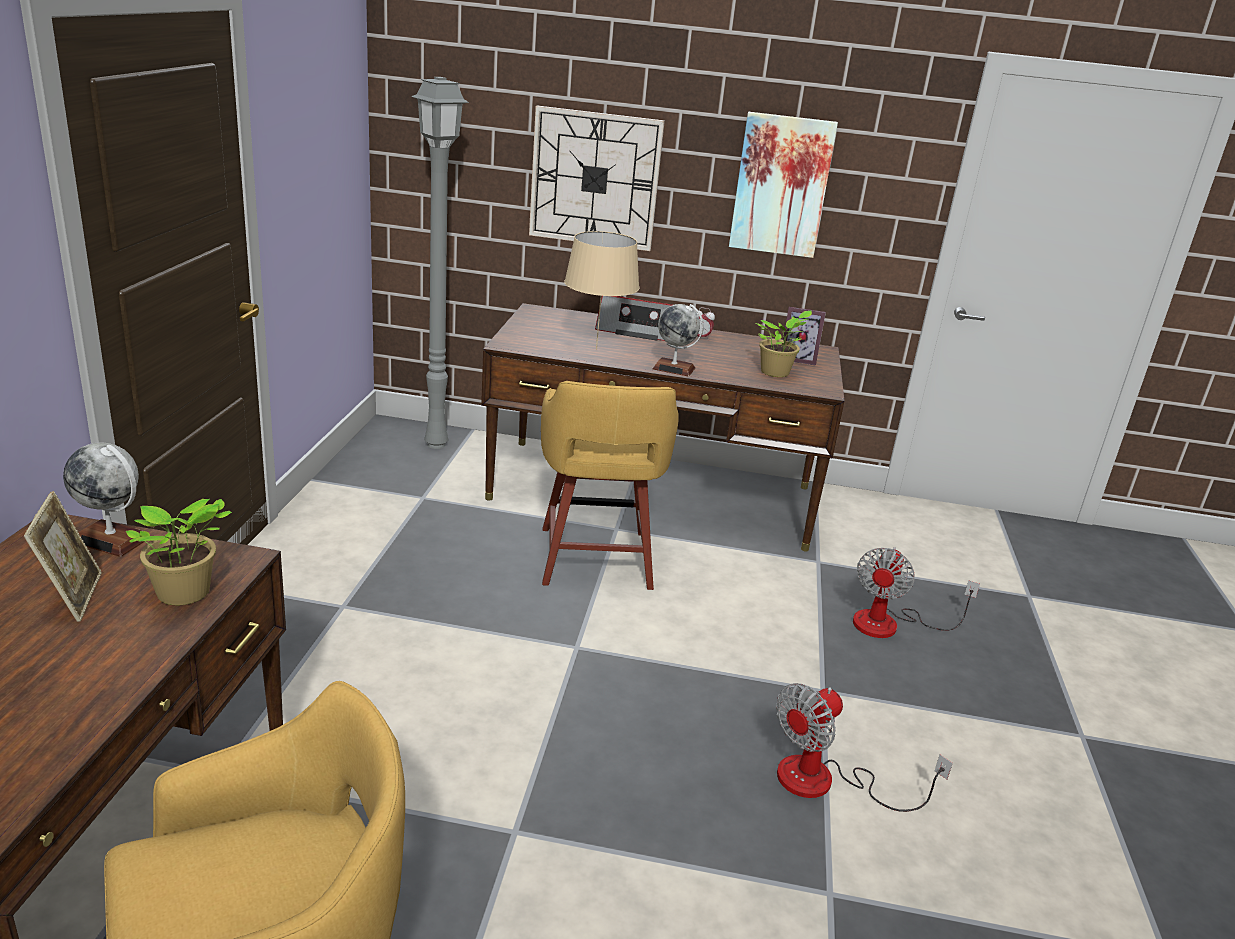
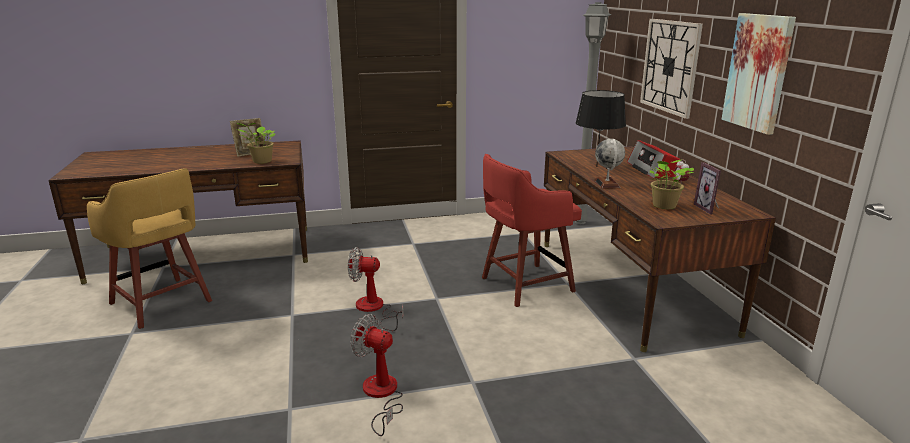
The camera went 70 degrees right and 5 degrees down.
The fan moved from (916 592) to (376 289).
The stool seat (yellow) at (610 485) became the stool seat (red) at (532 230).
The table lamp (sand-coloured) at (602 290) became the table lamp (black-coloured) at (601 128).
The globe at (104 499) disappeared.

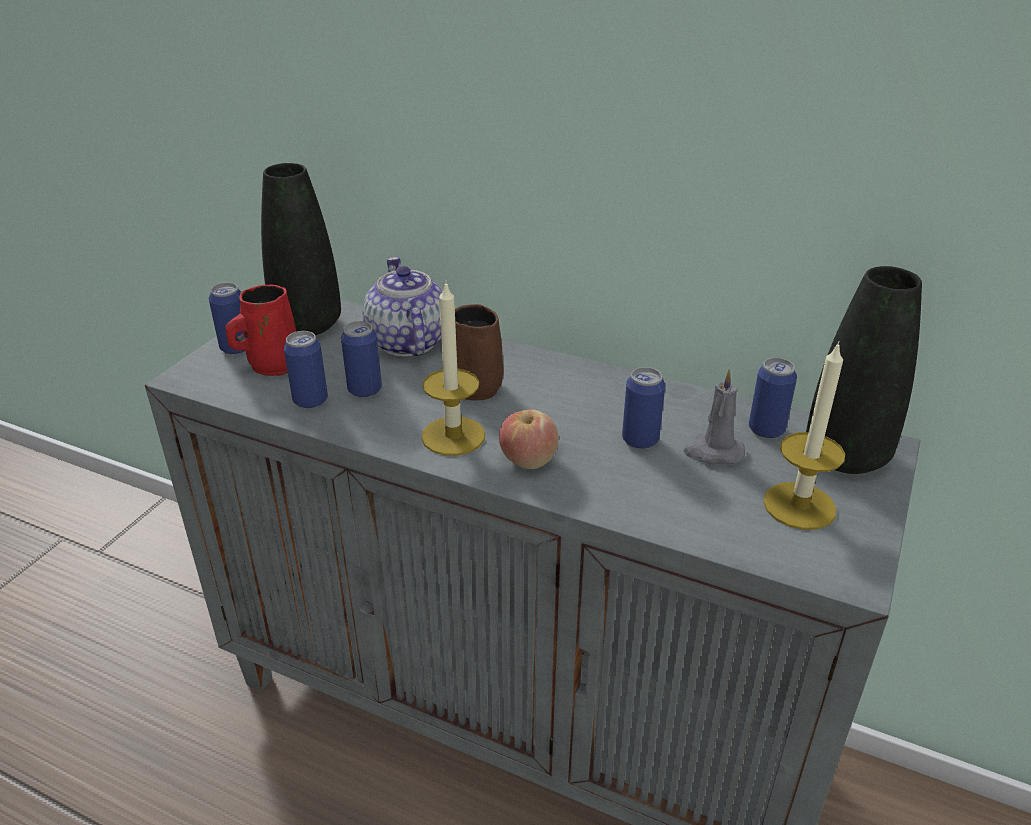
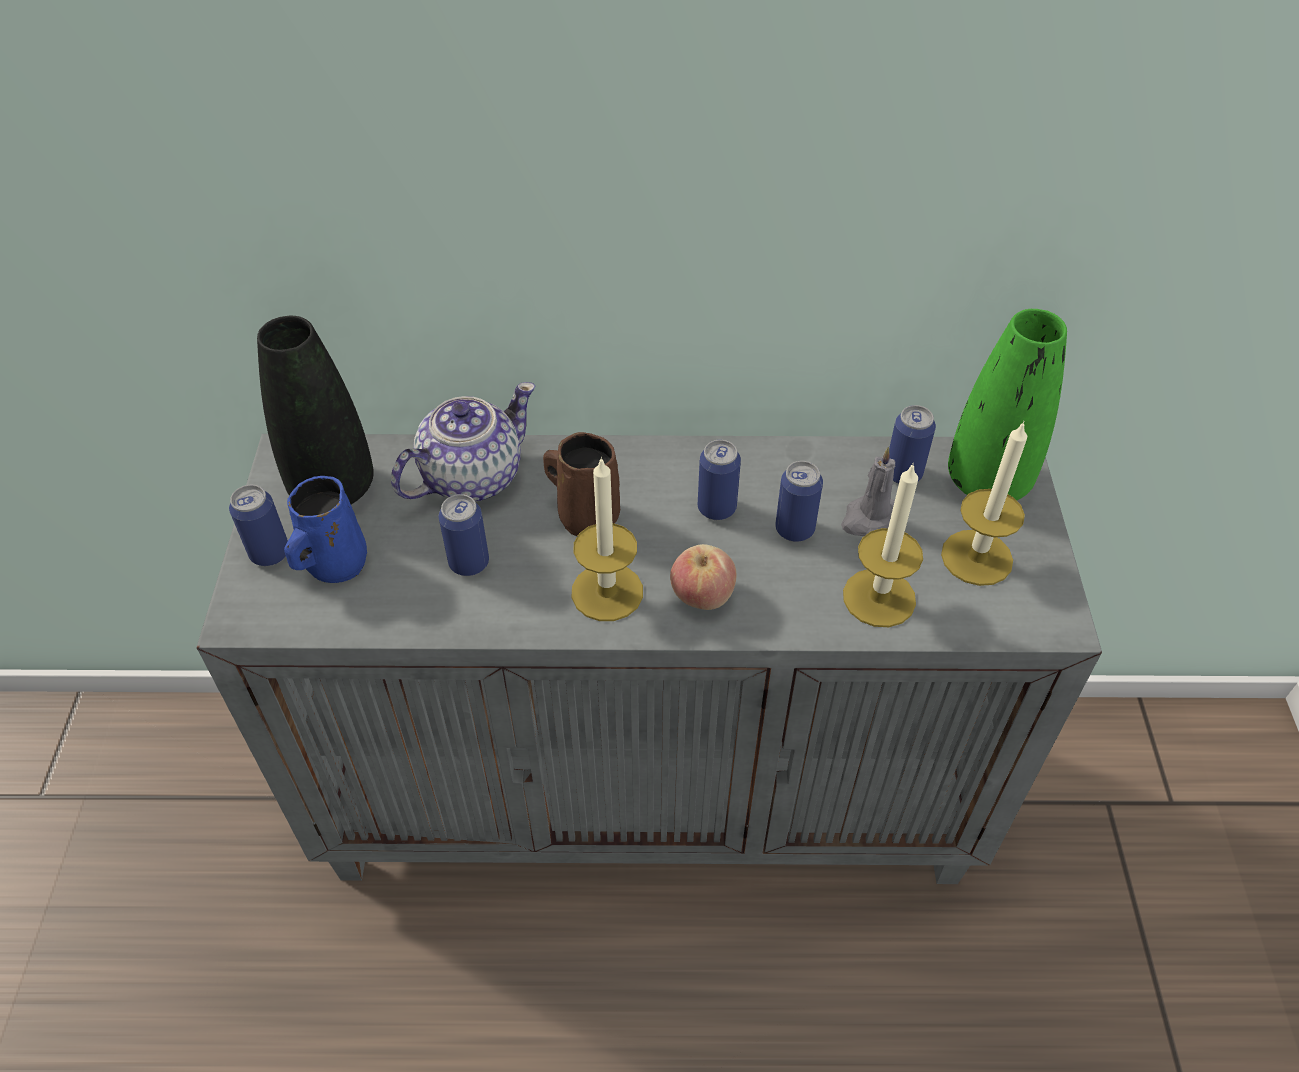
The camera went 25 degrees left and 15 degrees up.
The tea mug (red) at (260 330) became the tea mug (blue-coloured) at (325 529).
The teapot at (403 306) turned 90 degrees clockwise.
The can moved from (306 370) to (719 480).
The candle at (883 545) appeared.
The vase (black-coloured) at (864 370) became the vase (green-coloured) at (1007 404).

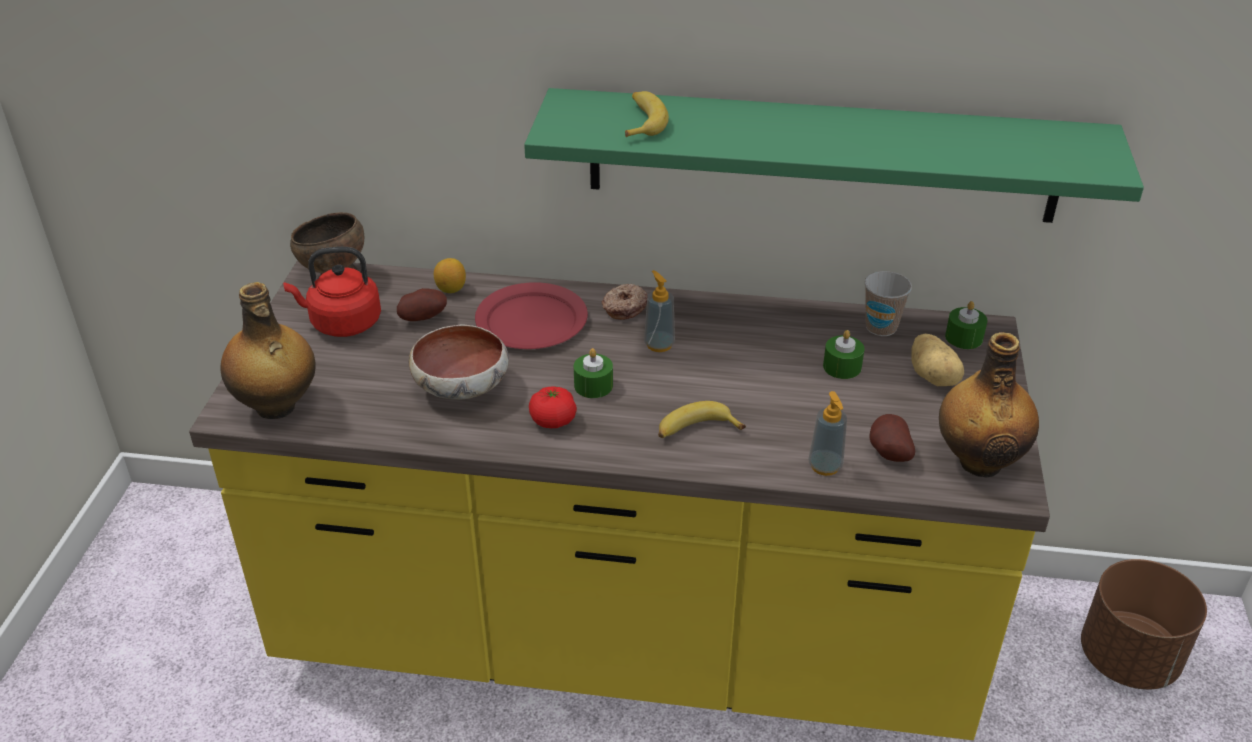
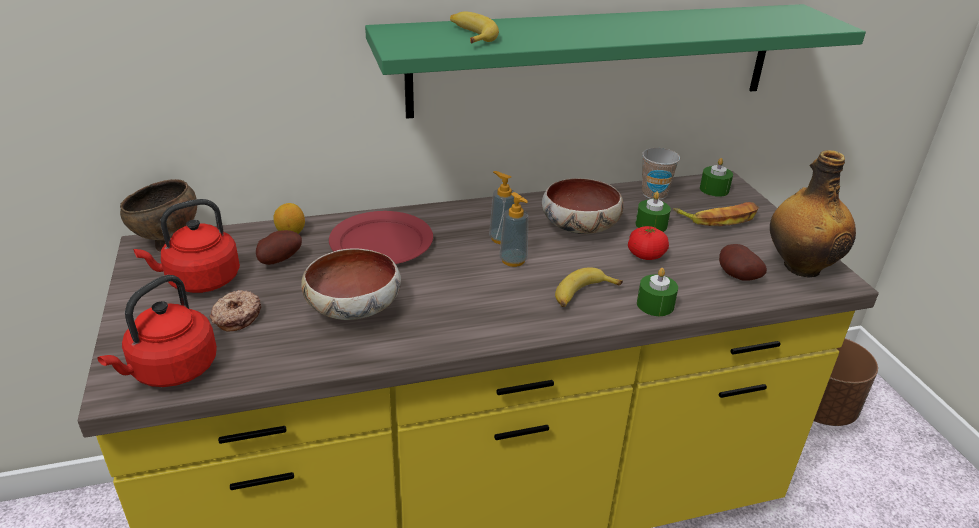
The camera went 25 degrees left and 5 degrees down.
The beverage bottle at (268 350) was replaced by the kettle (red) at (157 331).
The donut moved from (625 302) to (235 311).
The soap dispenser moved from (827 433) to (513 229).
The bowl at (582 206) appeared.
The fresh tomato moved from (553 407) to (648 243).
The candle (green-coloured) moved from (593 373) to (657 292).
The potato at (938 360) was replaced by the whole banana at (716 214).

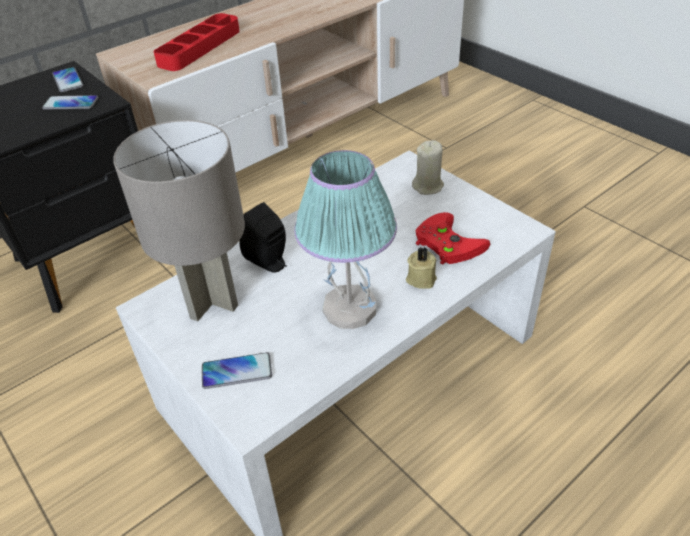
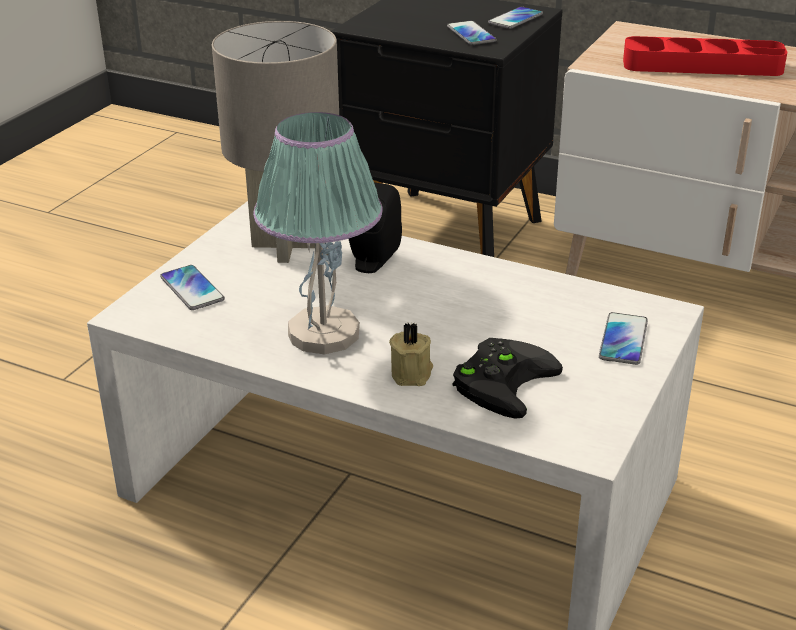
The camera went 65 degrees right and 10 degrees down.
The joypad (red) at (452 238) became the joypad (black-coloured) at (507 378).
The candle (sand-coloured) at (428 167) was replaced by the telephone at (623 338).

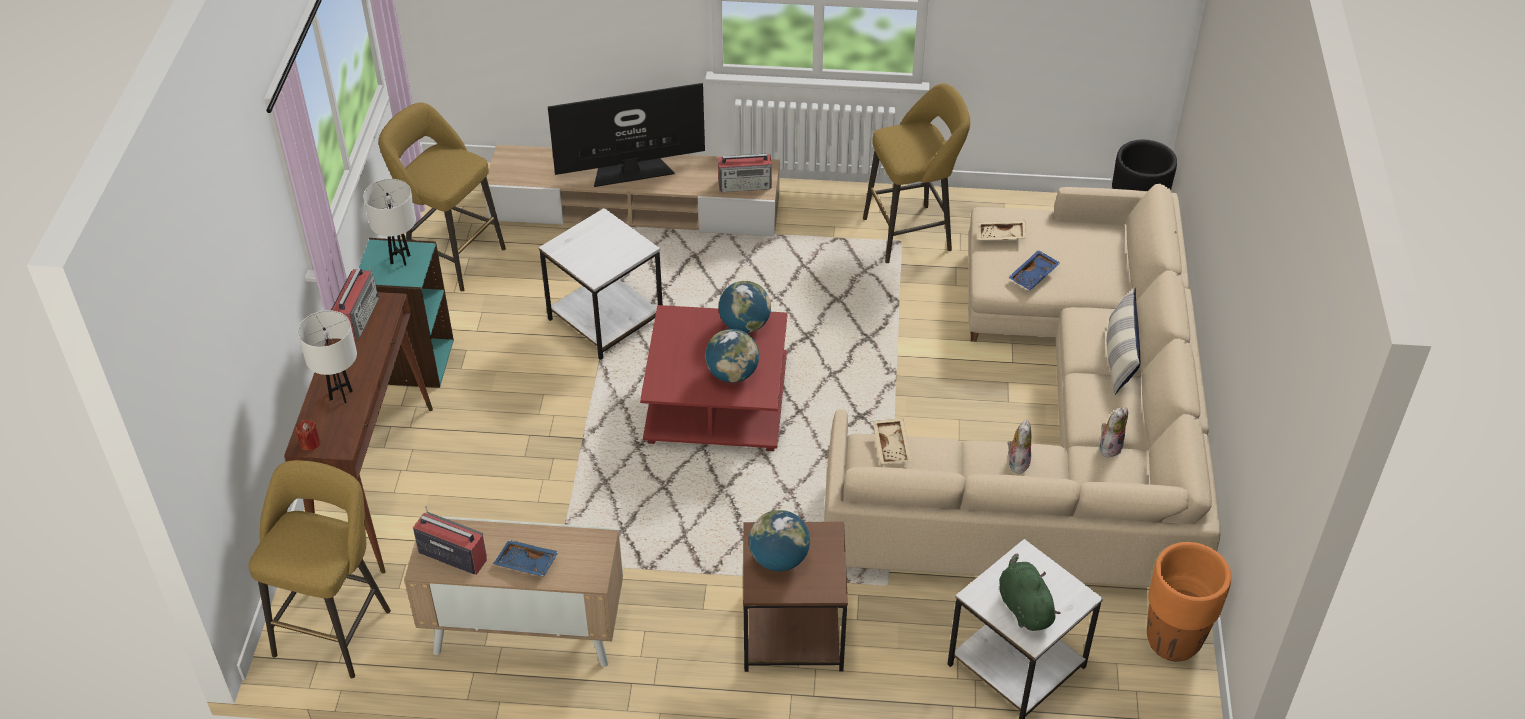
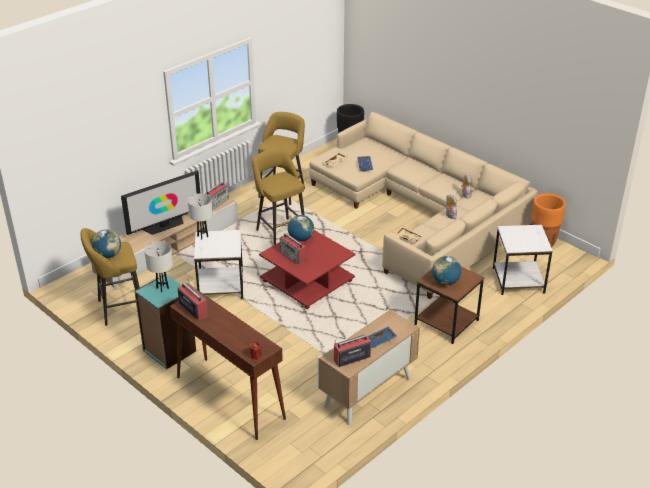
The camera went 50 degrees left and 10 degrees down.
The globe moved from (732 356) to (106 244).
The TV set at (626 135) turned 150 degrees counterclockwise.
The table lamp (white) moved from (327 356) to (200 216).
The stool seat (yellow) moved from (319 569) to (278 196).
The radio receiver at (293 249) appeared.
The cuddly toy (green-coloured) at (1030 592) disappeared.
The cushion at (1124 341) disappeared.

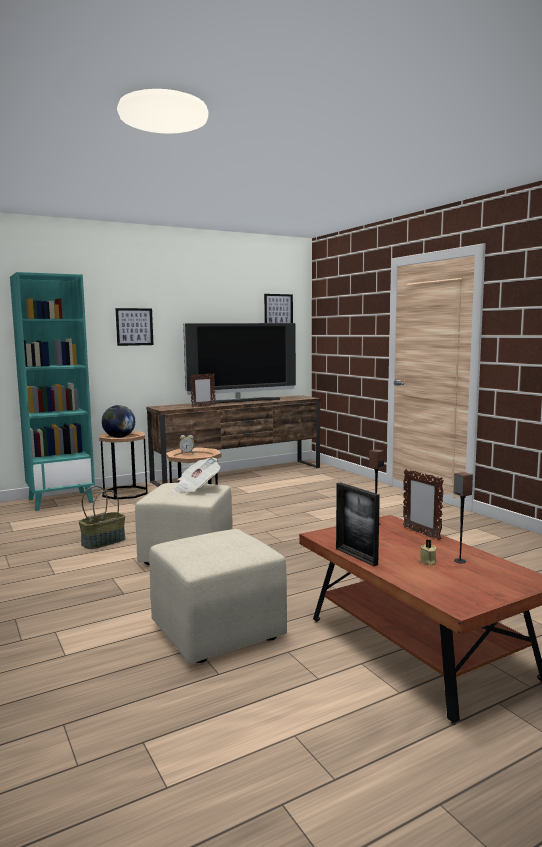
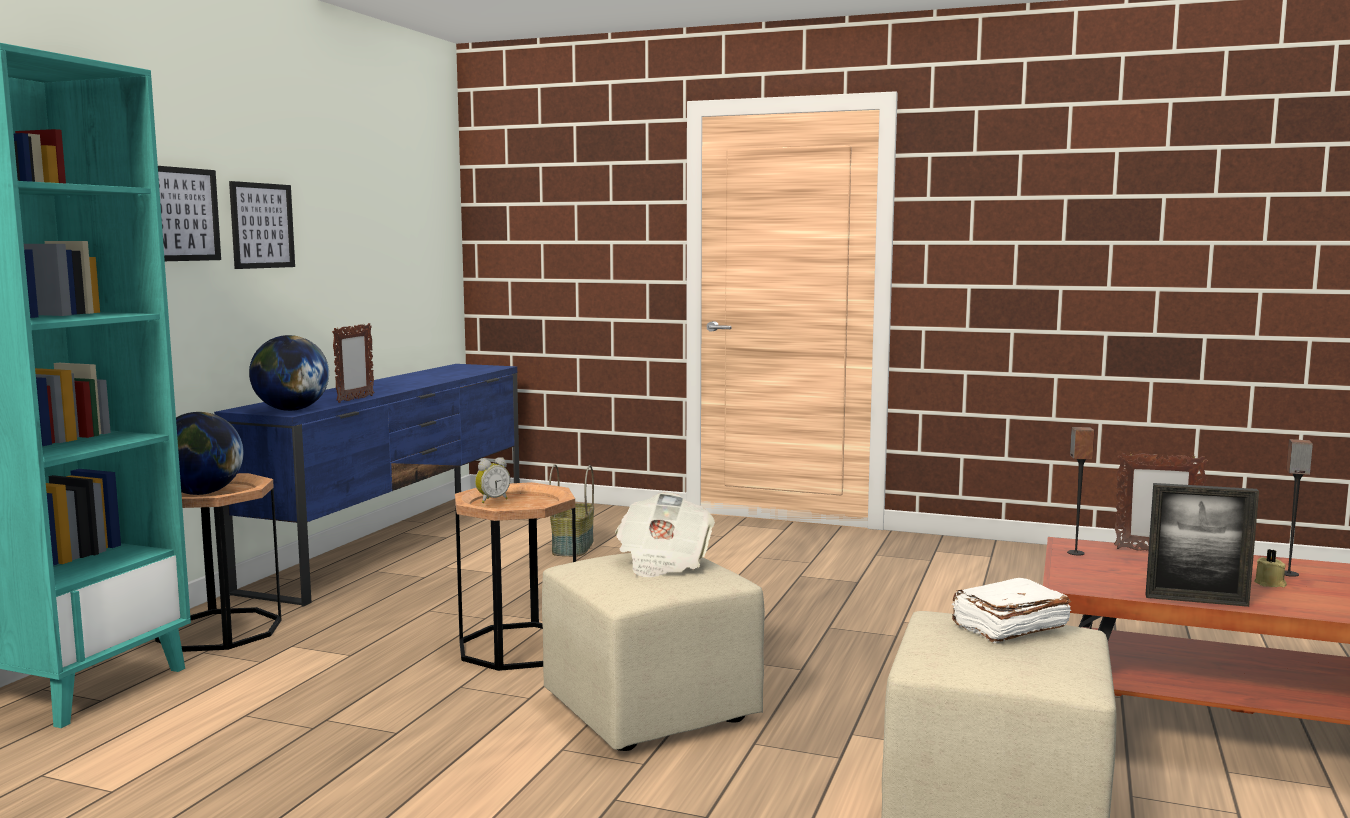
The camera went 40 degrees left and 0 degrees up.
The tv unit (brown) at (233 441) became the tv unit (blue-coloured) at (367 485).
The wall art moved from (278 308) to (262 225).
The globe at (289 373) appeared.
The storage basket moved from (102 517) to (571 510).
The volume (white) at (1011 610) appeared.
The TV set at (239 364) disappeared.

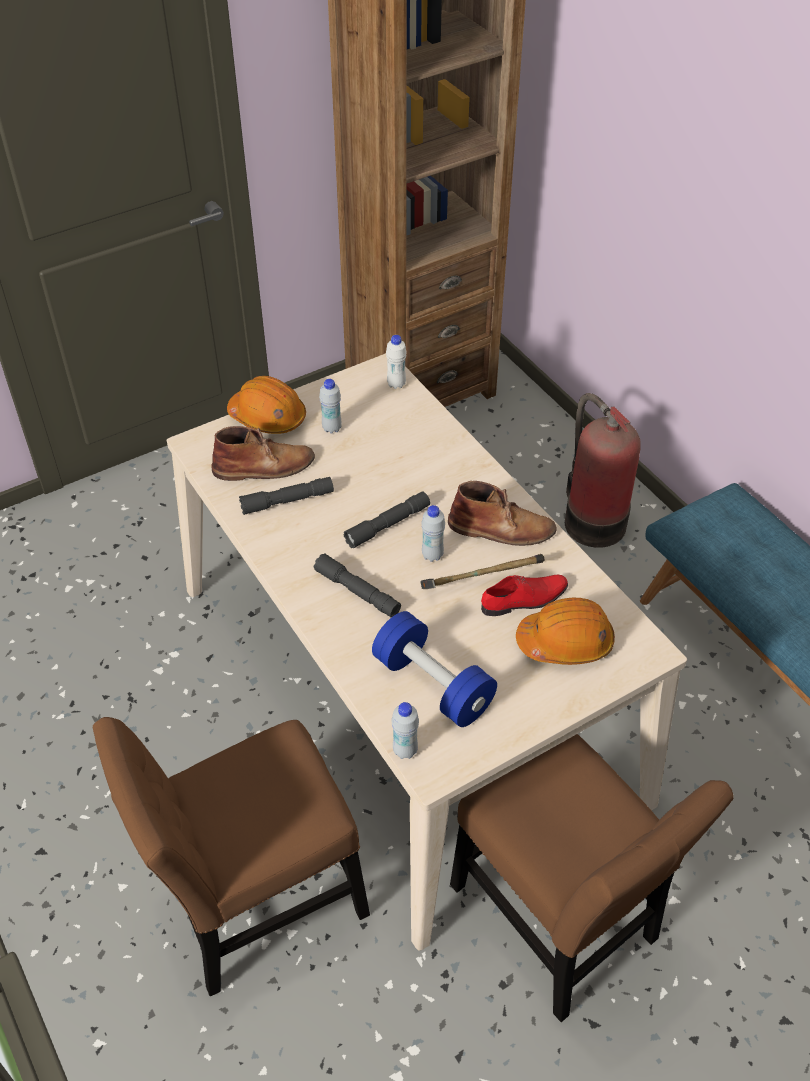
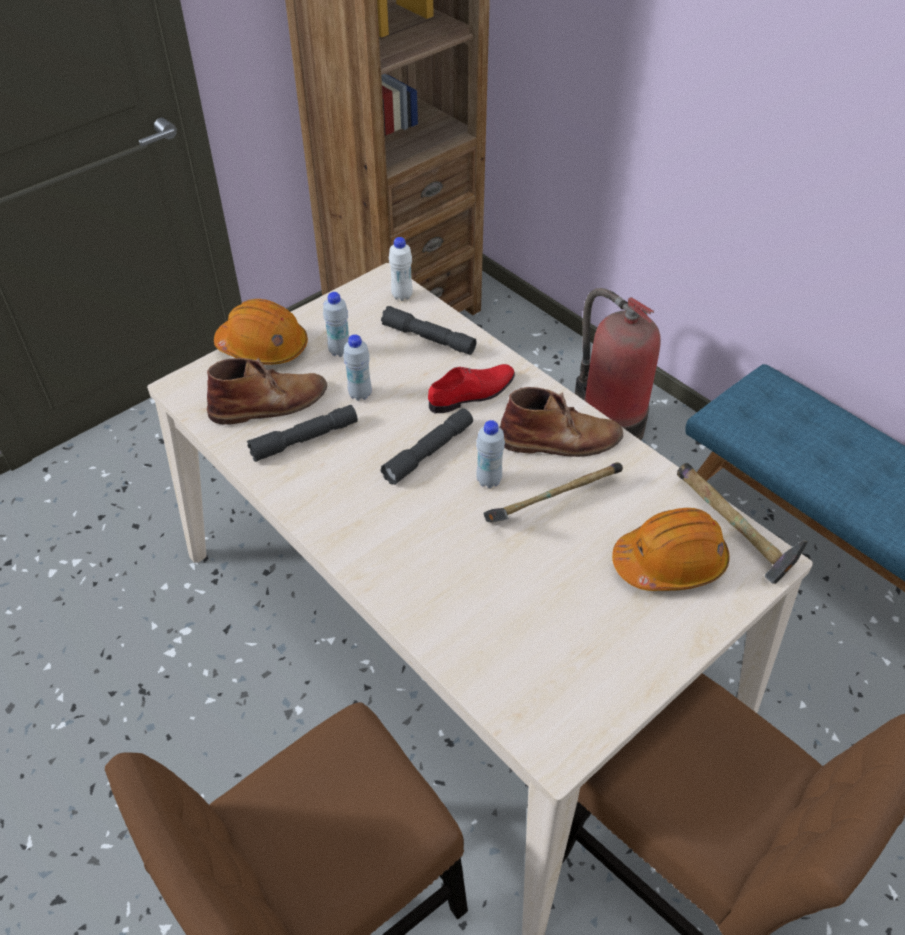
The camera went 10 degrees left and 0 degrees up.
The beverage bottle (white) moved from (405 730) to (357 367).
The flashlight (gray) moved from (357 585) to (428 330).
The item of footwear (red) moved from (524 595) to (471 388).
The hammer at (742 523) appeared.
The dumbbell (blue-coloured) at (434 669) disappeared.

